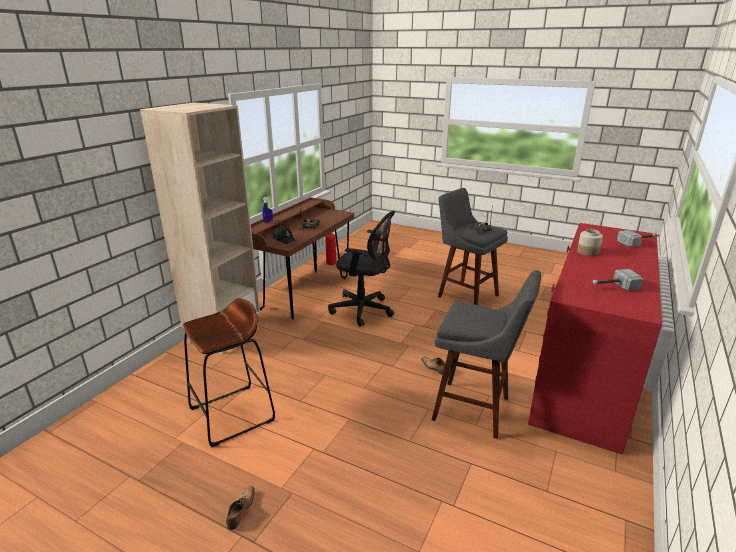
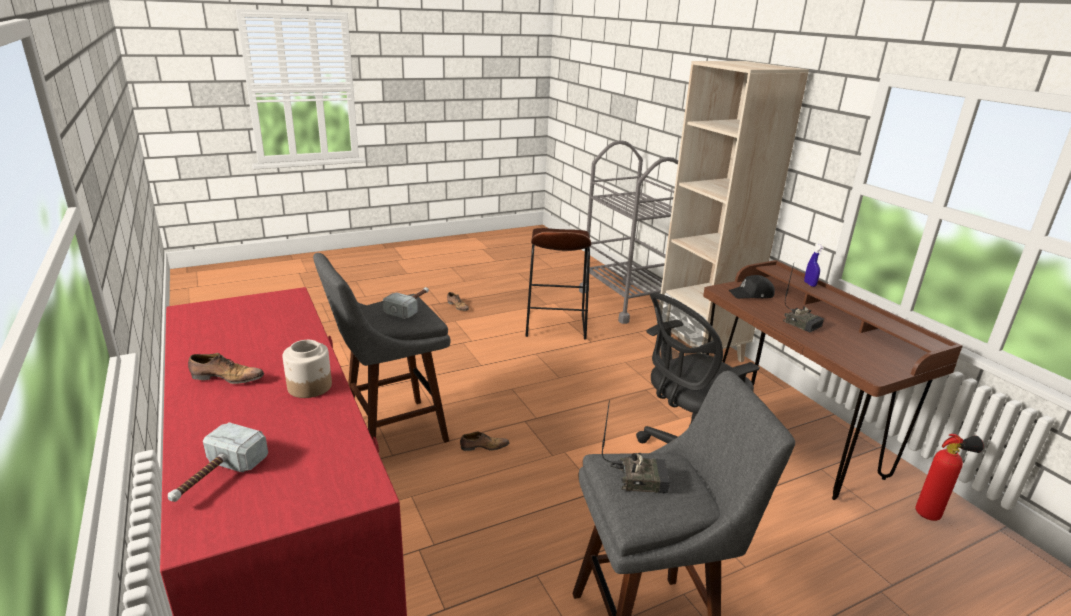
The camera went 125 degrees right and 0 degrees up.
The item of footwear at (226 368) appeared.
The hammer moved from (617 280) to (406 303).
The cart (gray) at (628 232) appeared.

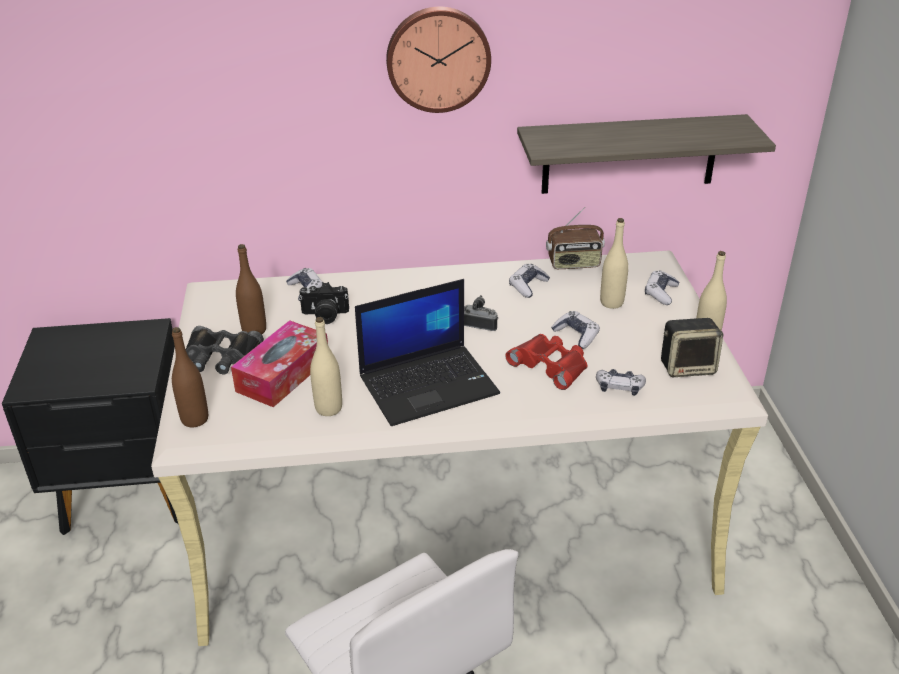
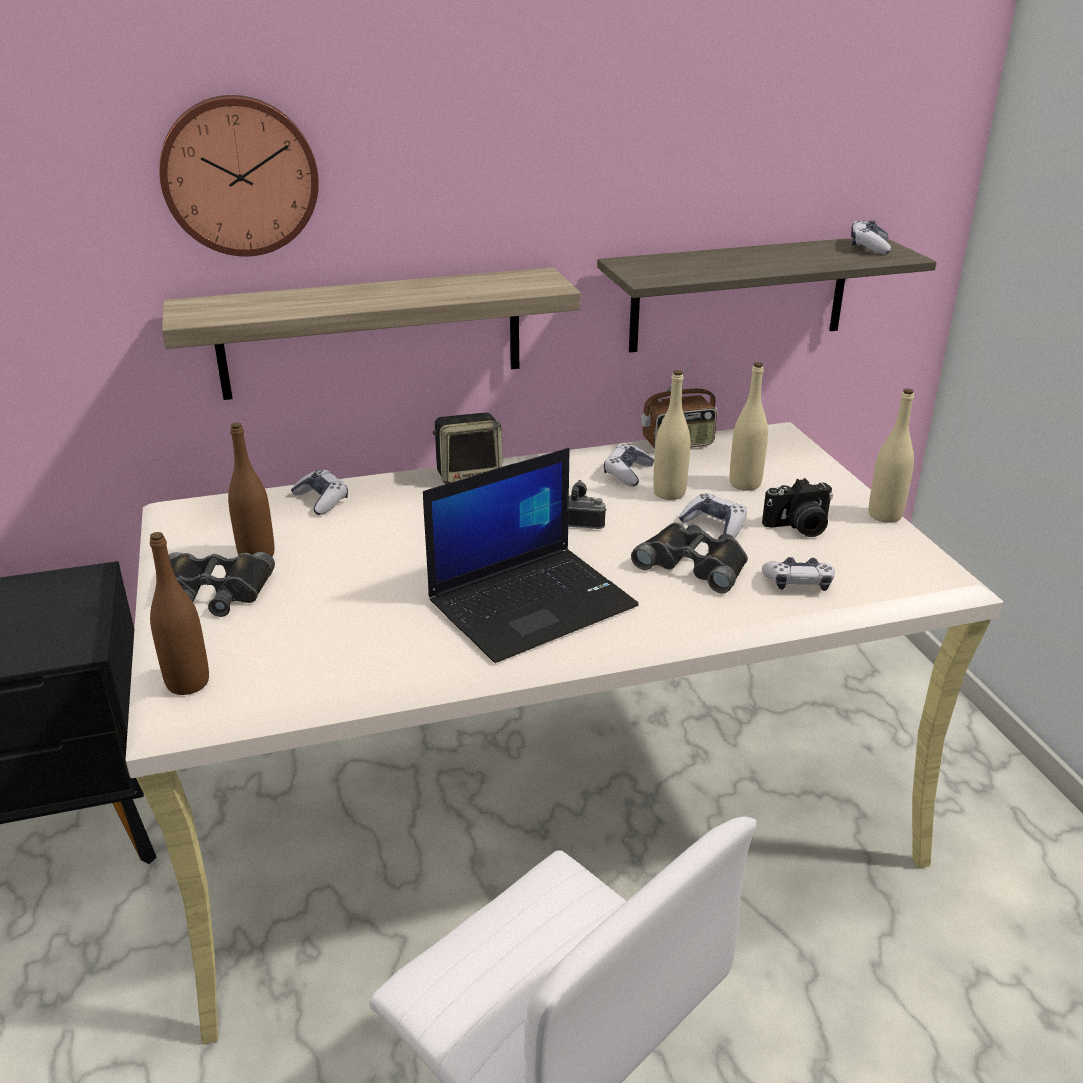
The camera went 10 degrees left and 5 degrees down.
The clock on the wall moved from (438 60) to (239 175).
The bracket shelf at (371 333) appeared.
The loudspeaker moved from (692 347) to (468 448).
The binoculars (red) at (546 362) became the binoculars (black-coloured) at (689 558).
The beverage bottle (sand-coloured) moved from (326 366) to (671 435).
The still camera moved from (324 303) to (797 507).
The joypad moved from (662 287) to (871 237).
The tissue holder at (279 363) disappeared.

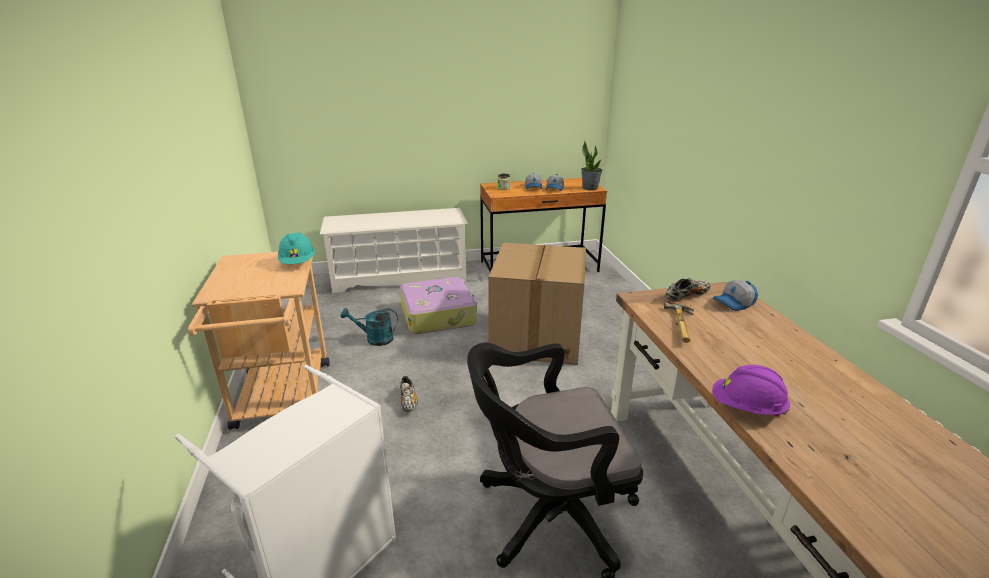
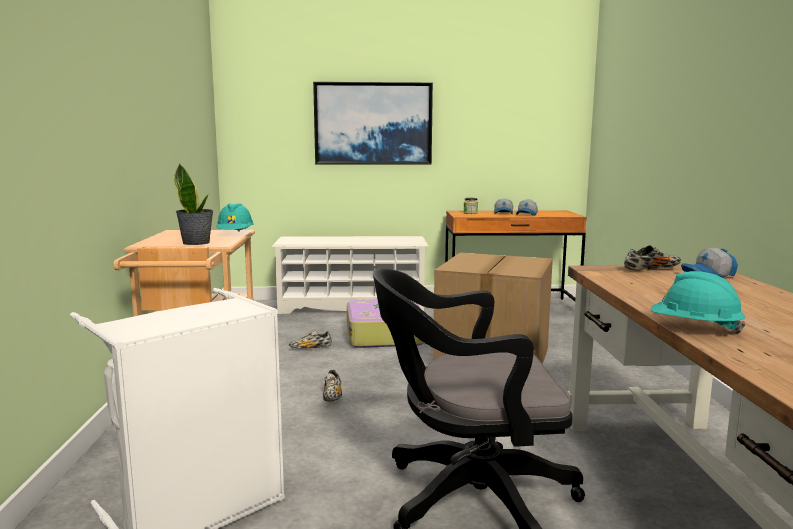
The camera went 10 degrees right and 15 degrees down.
The houseplant moved from (591 166) to (194 204).
The sprinkling can (blue-green) at (369 327) was replaced by the item of footwear at (310 339).
The wall art at (373 123) appeared.
The safety helmet (purplish) at (751 390) became the safety helmet (blue-green) at (698 302).
The hammer at (679 323) disappeared.

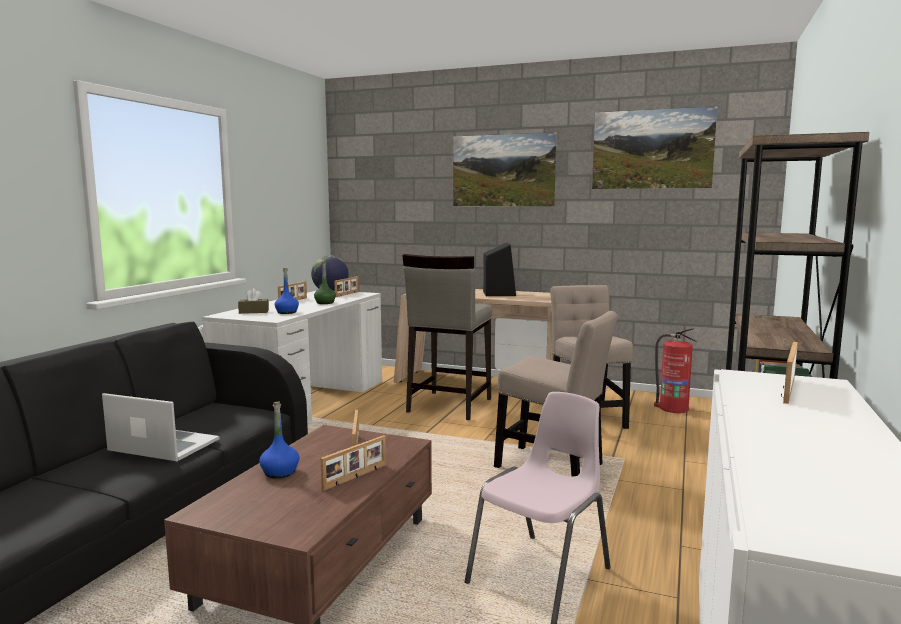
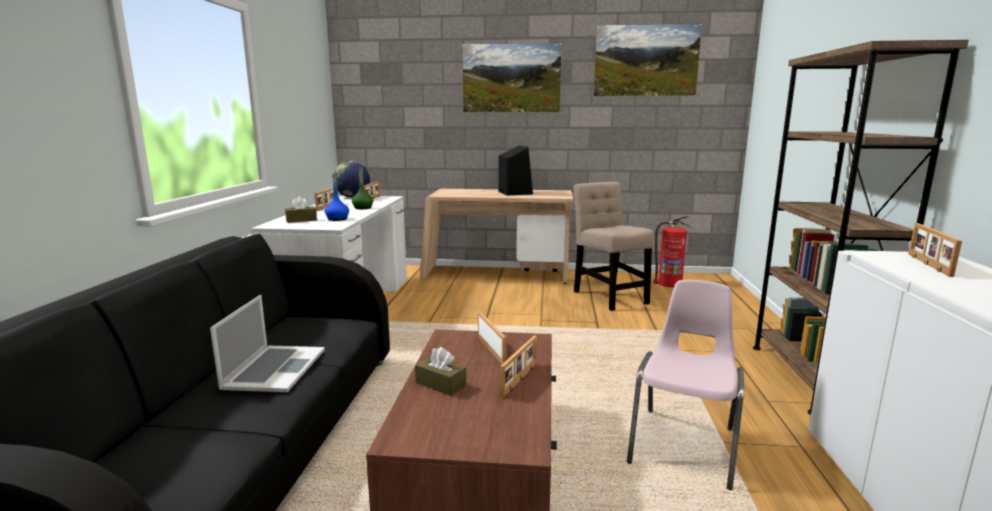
The camera went 15 degrees left and 5 degrees up.
The portable computer at (161 427) turned 90 degrees clockwise.
The beverage bottle (blue-coloured) at (279 439) was replaced by the tissue holder (brown) at (440 371).
The stool seat (sand-coloured) at (447 337) disappeared.
The plain chair (sand-coloured) at (556 394) disappeared.

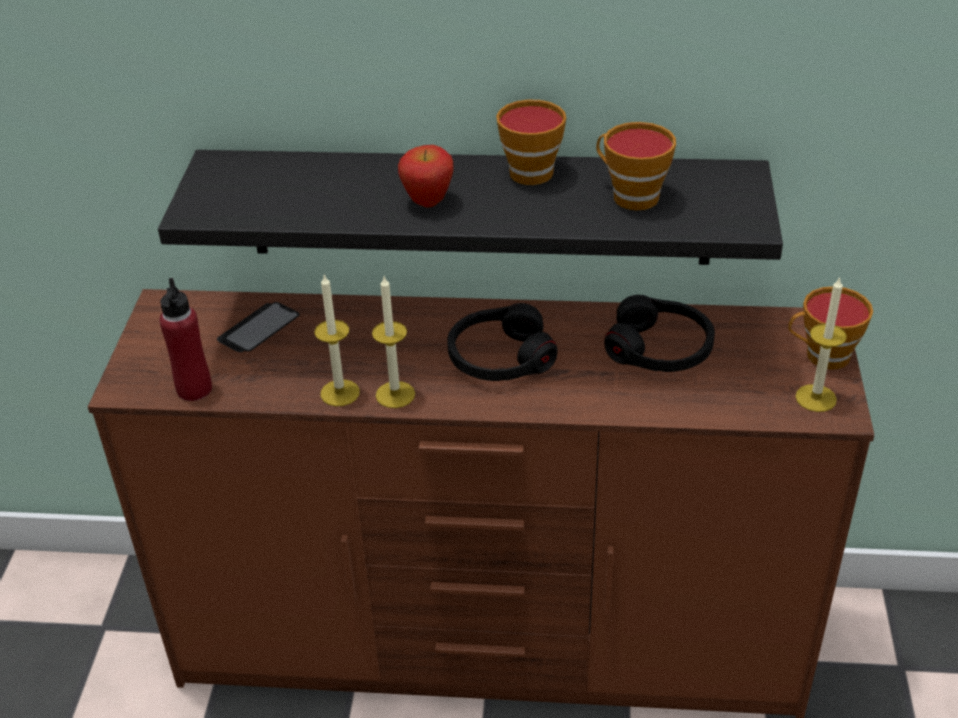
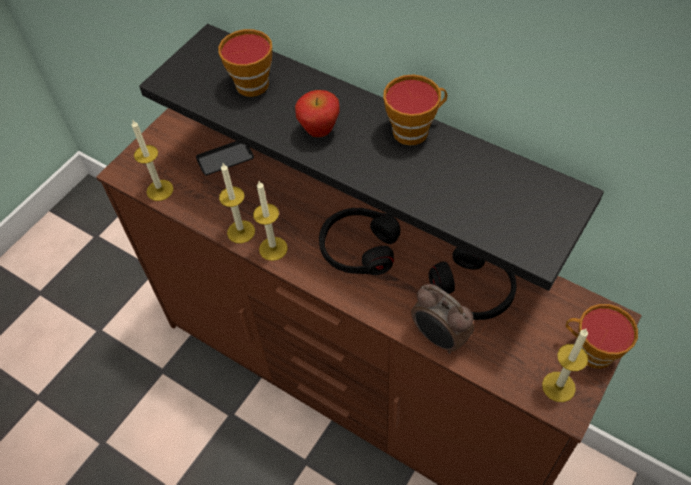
The camera went 30 degrees right and 15 degrees up.
The beverage bottle (red) at (185 339) was replaced by the candle at (153 160).
The drinking cup moved from (636 166) to (245 63).
The alarm clock at (442 319) appeared.

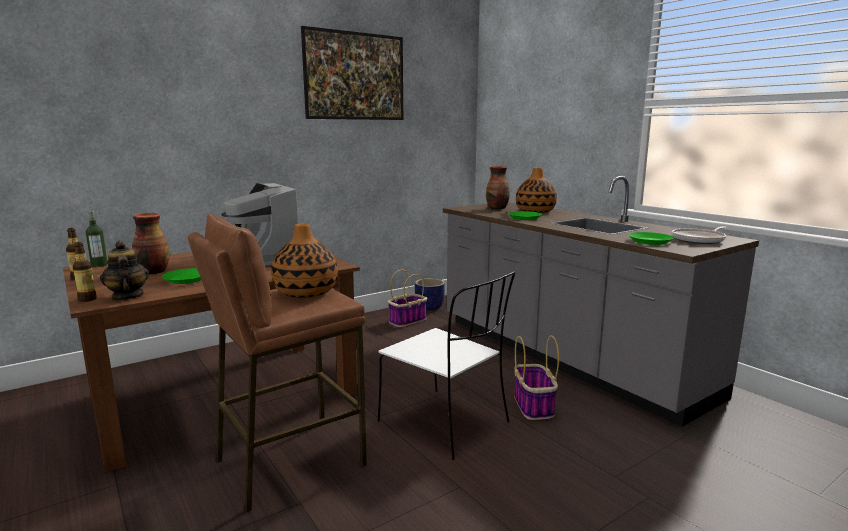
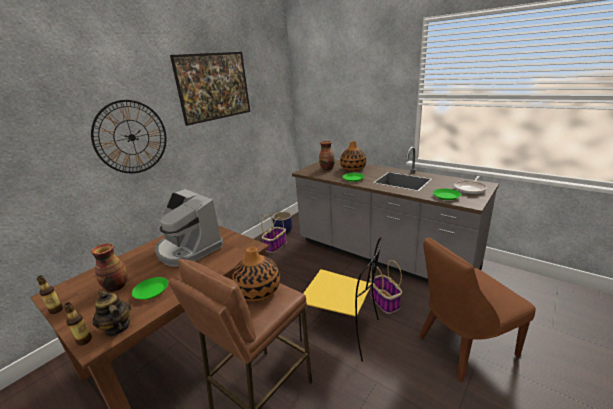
The camera went 15 degrees left and 10 degrees up.
The clock on the wall at (128 136) appeared.
The plain chair (white) at (446 365) became the plain chair (yellow) at (340 300).
The plain chair (brown) at (477 309) appeared.
The beverage bottle at (97 238) disappeared.

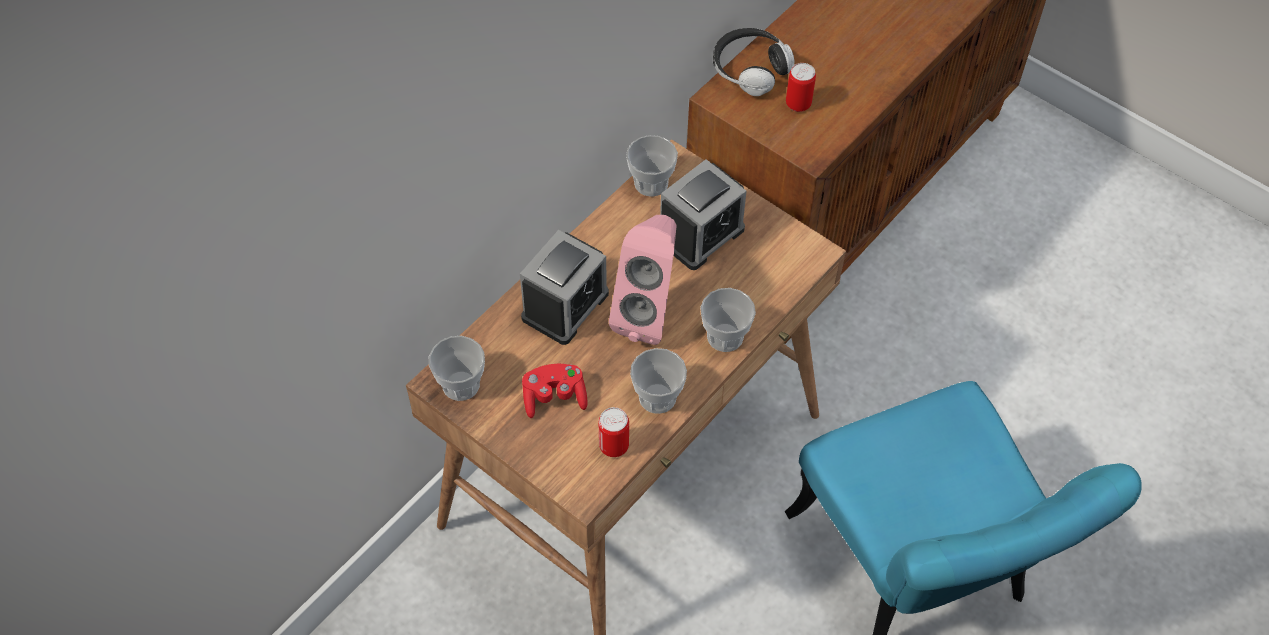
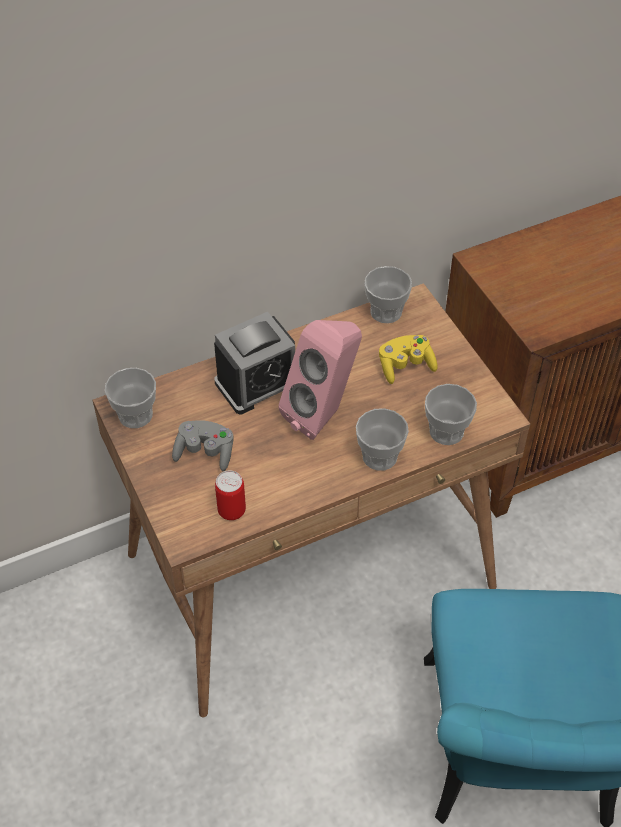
The camera went 25 degrees right and 5 degrees down.
The joypad (red) at (555 391) became the joypad (gray) at (203 445).
The alarm clock at (703 214) was replaced by the joypad (yellow) at (408 359).
The drinking cup moved from (658 381) to (451 414).
The headphones at (754 62) disappeared.
The can at (801 87) disappeared.

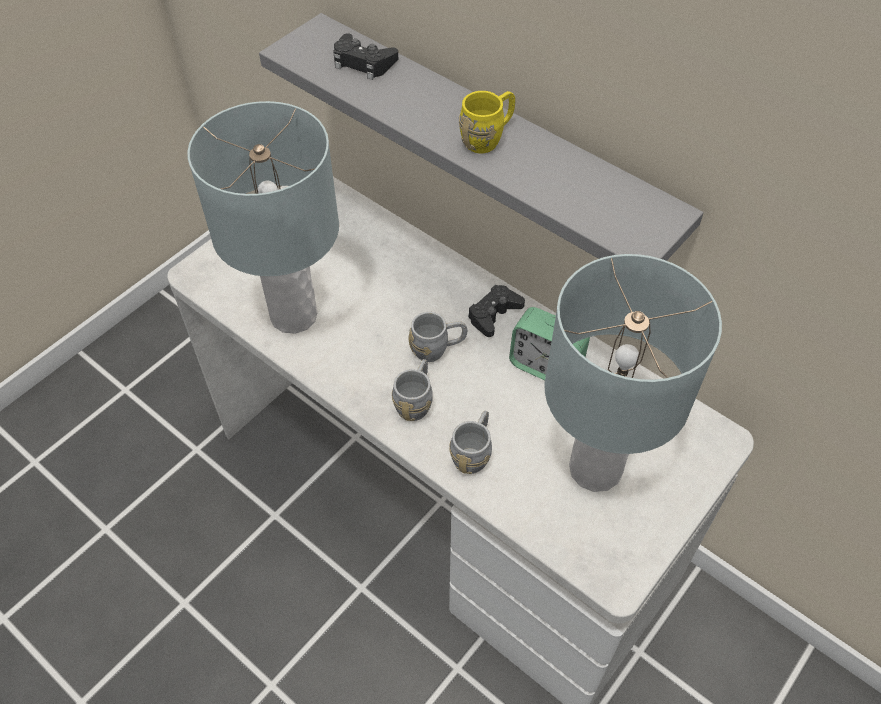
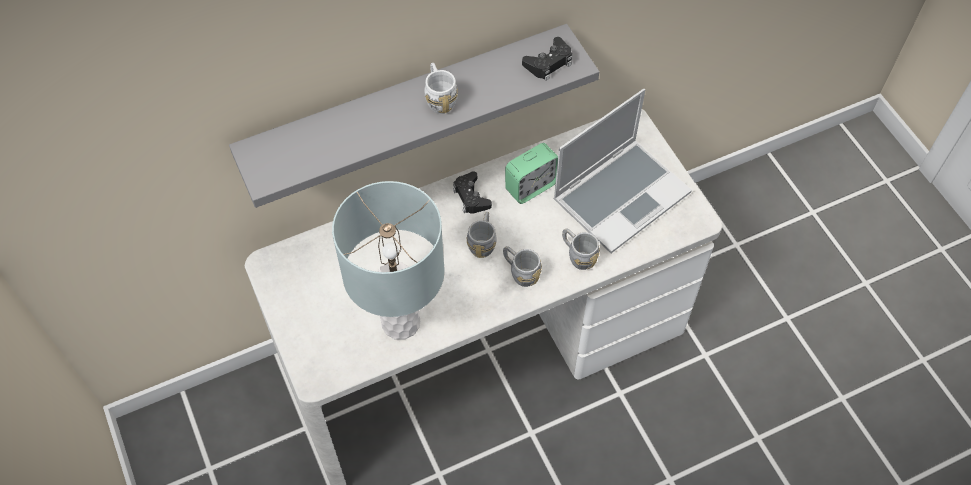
The camera went 65 degrees left and 5 degrees up.
The tea mug (yellow) at (487 122) became the tea mug (white) at (441 88).
The joypad (black-coloured) moved from (365 56) to (547 58).
The table lamp (gray) at (633 373) was replaced by the portable computer at (622 171).

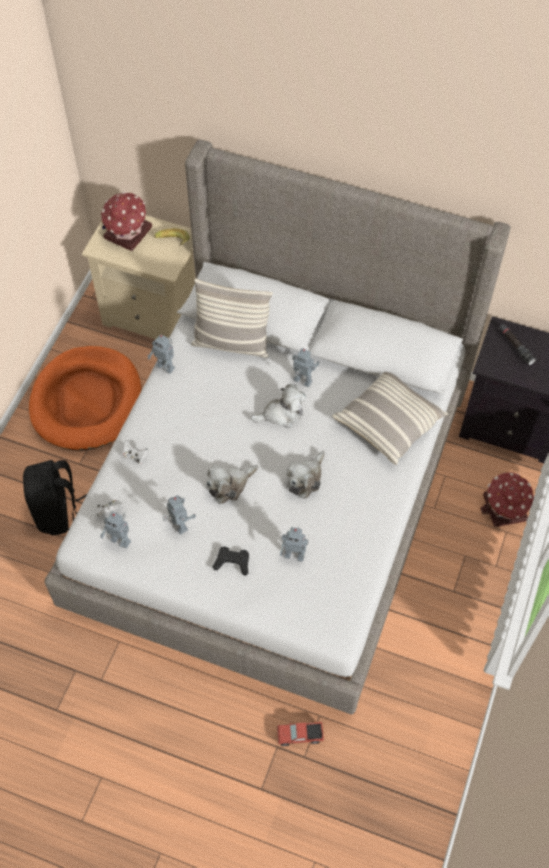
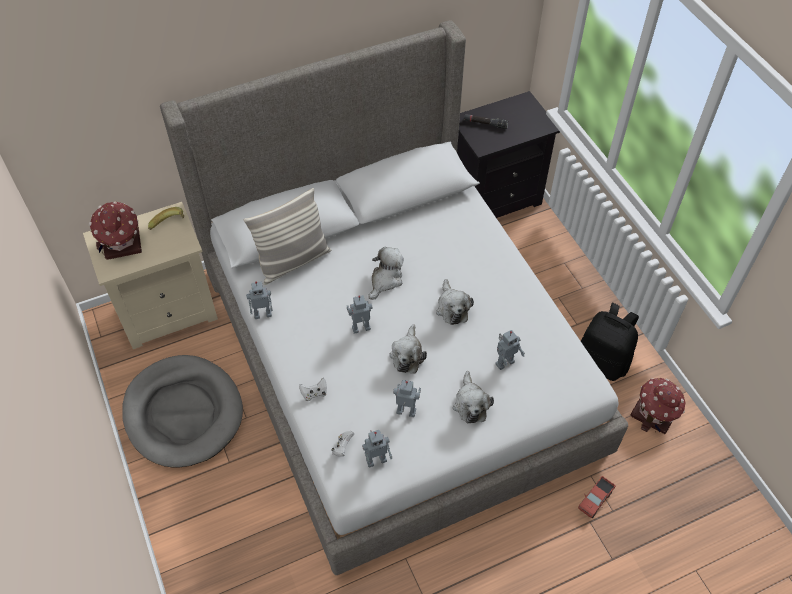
The camera went 45 degrees left and 5 degrees down.
The dog bed (orange-coloured) at (85 398) became the dog bed (gray) at (182 411).
The toy robot moved from (305 367) to (359 314).
The joypad (black-coloured) at (231 561) was replaced by the cuddly toy at (473 397).
The knapsack (black-coloured) moved from (55 498) to (610 342).
The miniature house moved from (507 499) to (658 406).
The cushion at (390 418) disappeared.

